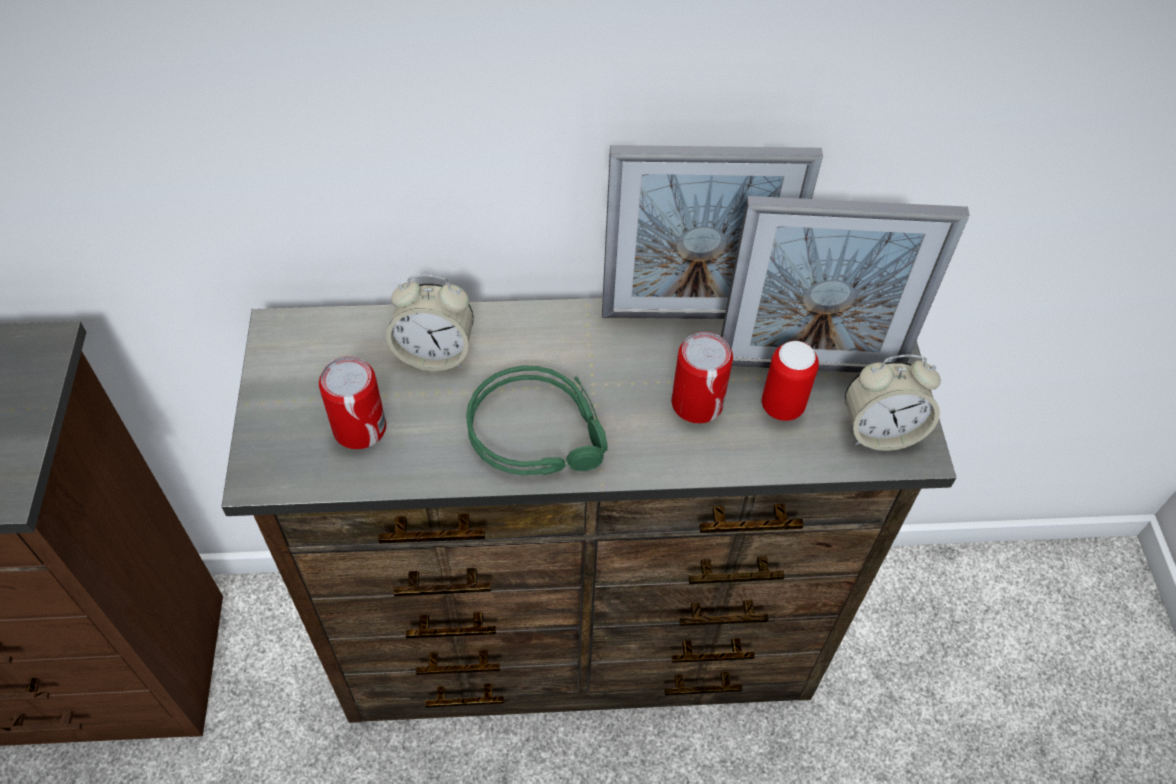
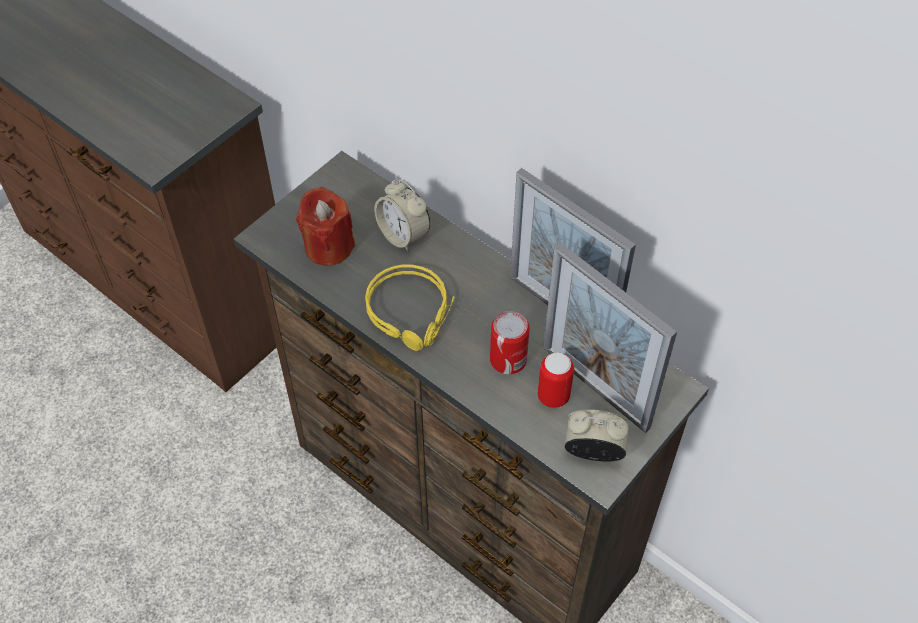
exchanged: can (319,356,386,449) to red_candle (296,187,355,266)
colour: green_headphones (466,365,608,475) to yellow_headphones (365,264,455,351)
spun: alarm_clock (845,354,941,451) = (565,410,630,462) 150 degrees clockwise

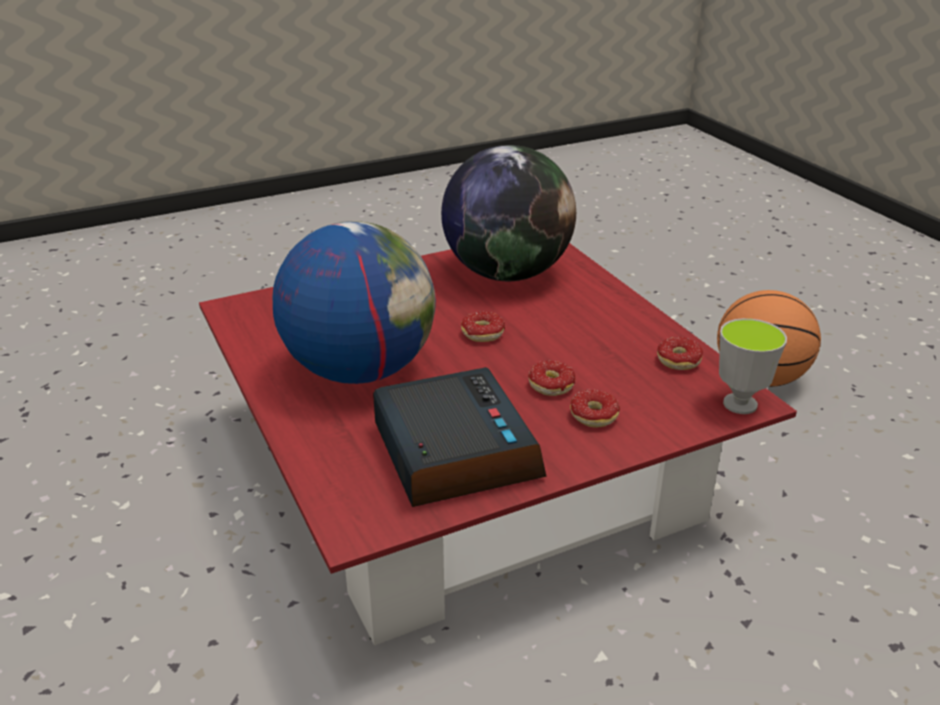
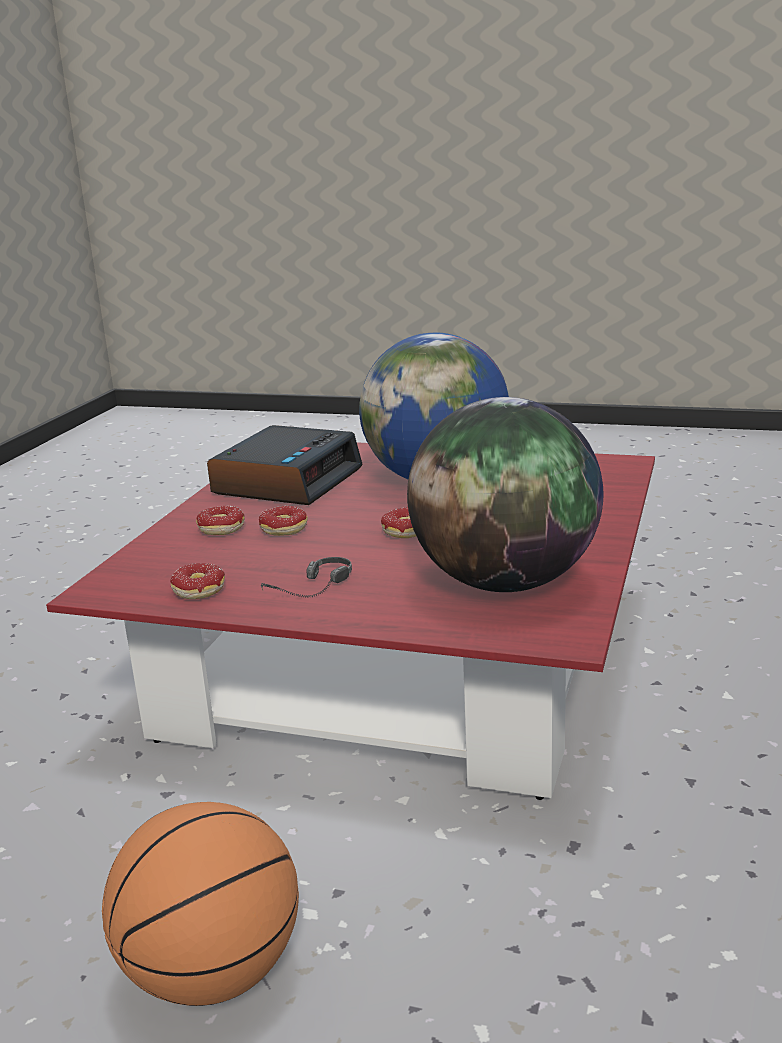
missing: cup (719,318,787,414)
appeared: headphones (261,557,352,598)
spun: alarm_clock (373,367,547,507) = (207,425,363,505) 90 degrees counterclockwise

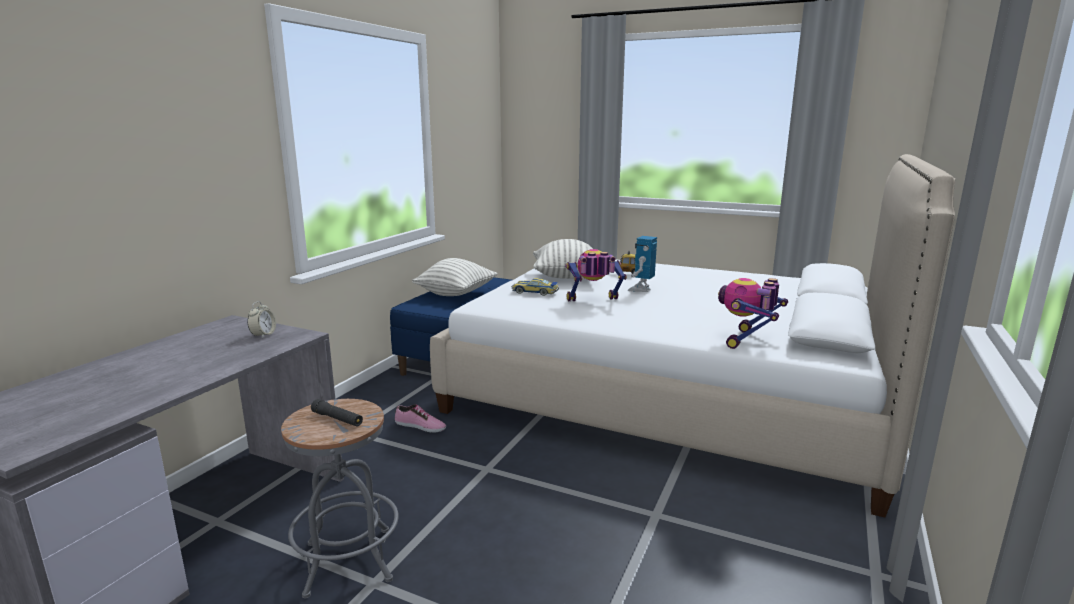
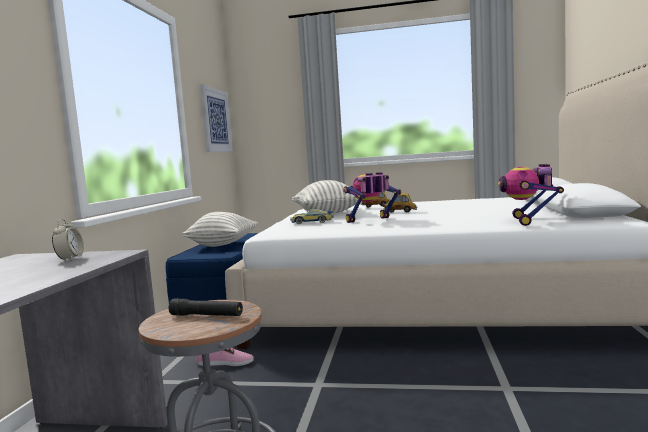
appeared: picture (200,84,233,152)
exchanged: toy_robot (628,236,657,292) to toy_car (384,193,417,212)

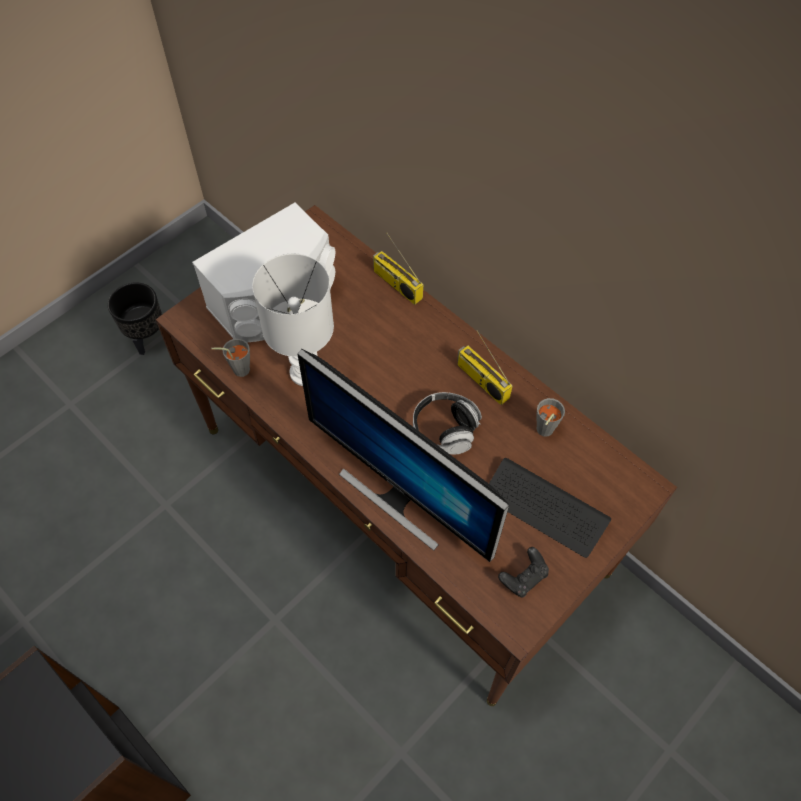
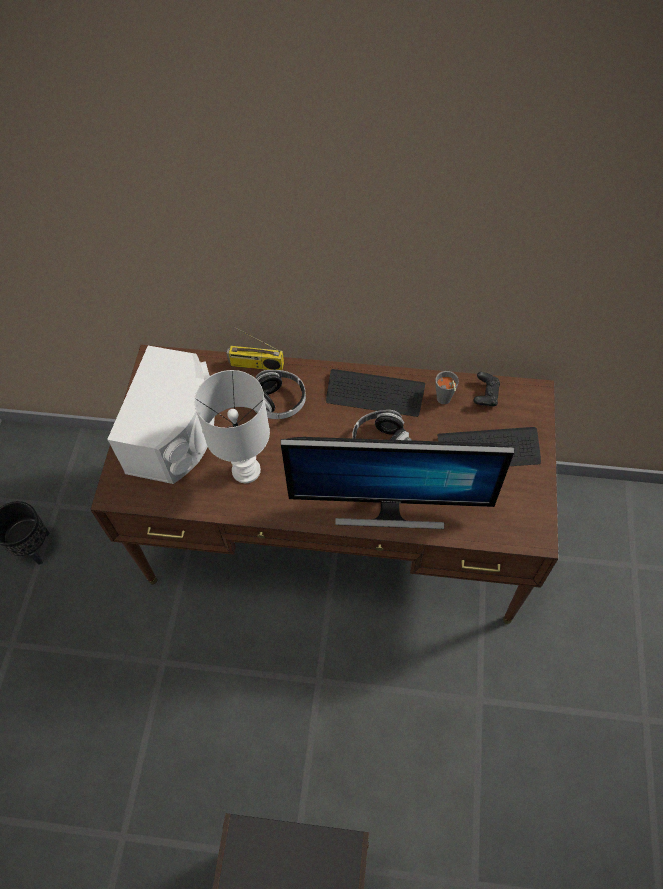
missing: grey_cup (211,339,250,377)
appeared: headphones (254,370,306,419)
relocated: black_game_controller (498,547,549,598) to (473,372,500,407)
exchanged: radio (457,330,513,405) to keyboard (326,369,425,417)

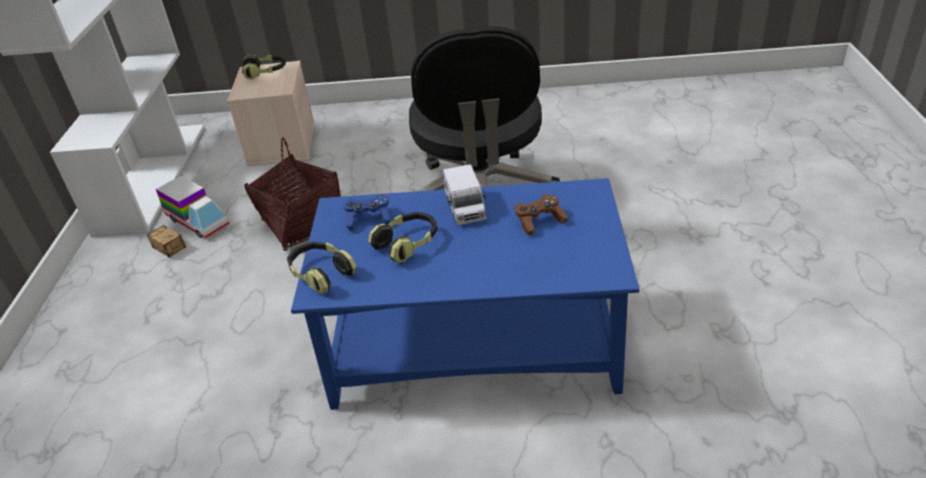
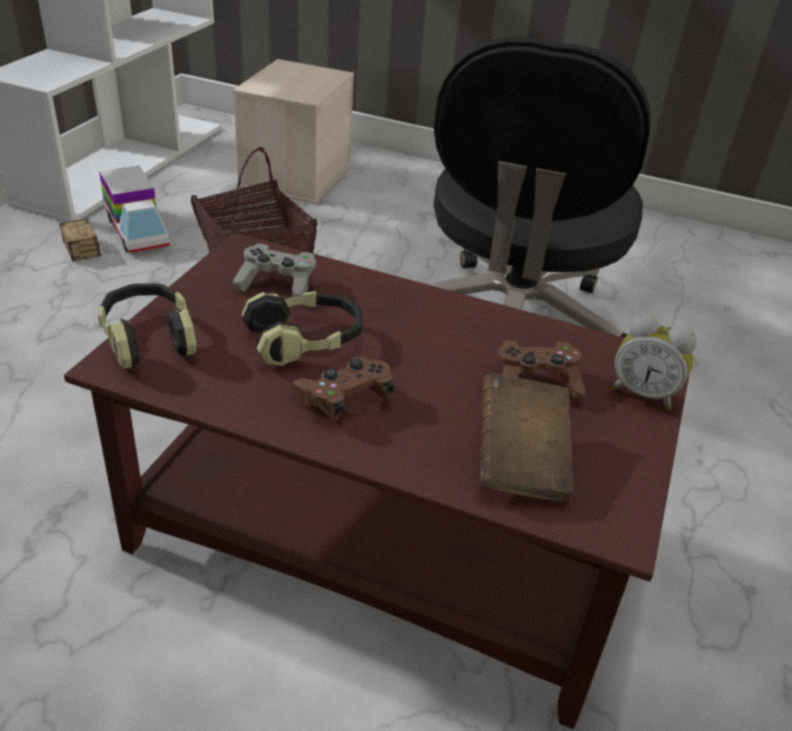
missing: headphones (242,54,286,80); toy_truck (443,164,487,225)
appeared: brown_game_controller (291,356,394,421); brown_book (480,373,574,501); alarm_clock (611,314,697,410)
colour: blue_coffee_table (291,178,640,410) to brown_coffee_table (64,232,689,729); blue_game_controller (343,194,391,231) to grey_game_controller (233,244,316,297)

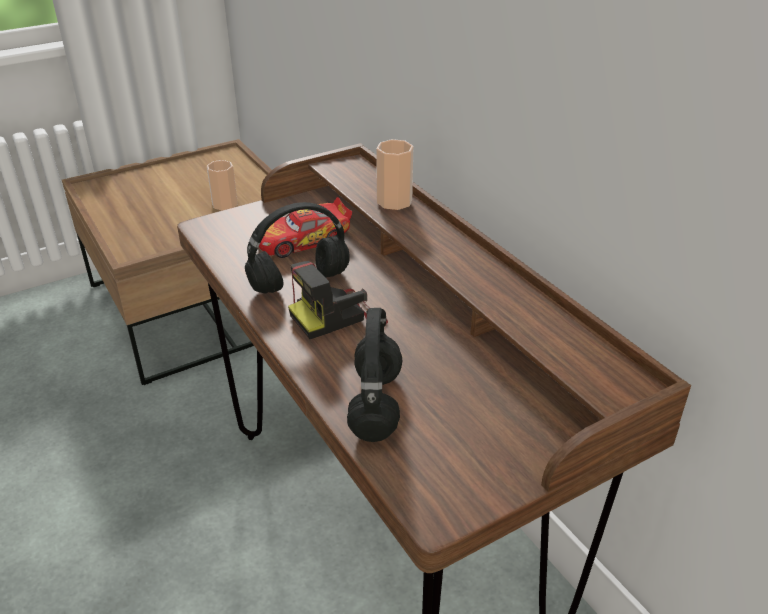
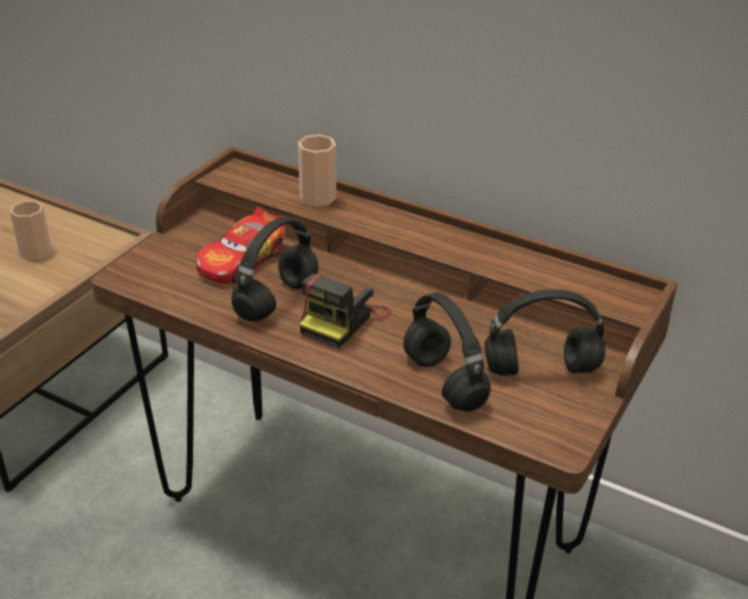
appeared: black_headphones (485,289,605,376)

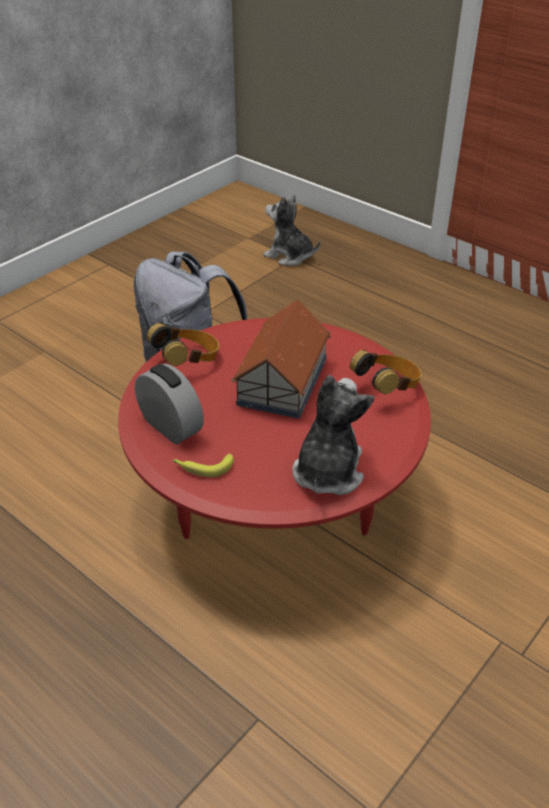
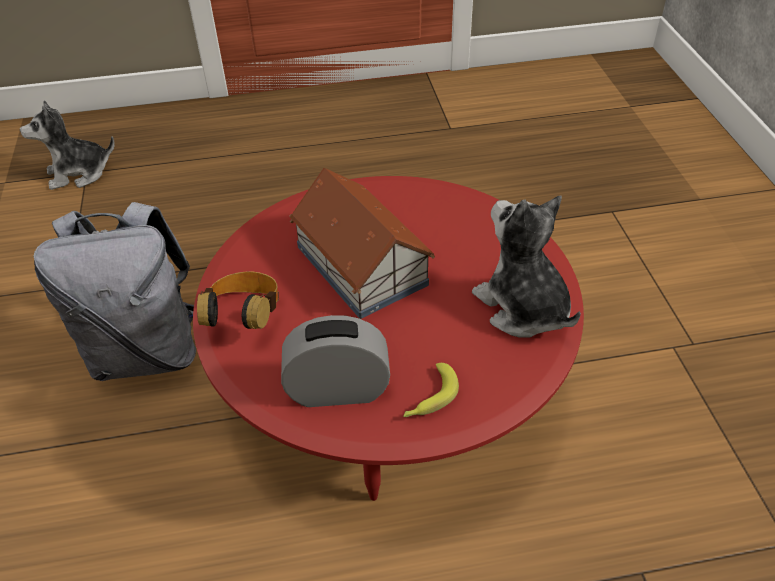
missing: headphones (350,350,422,394)

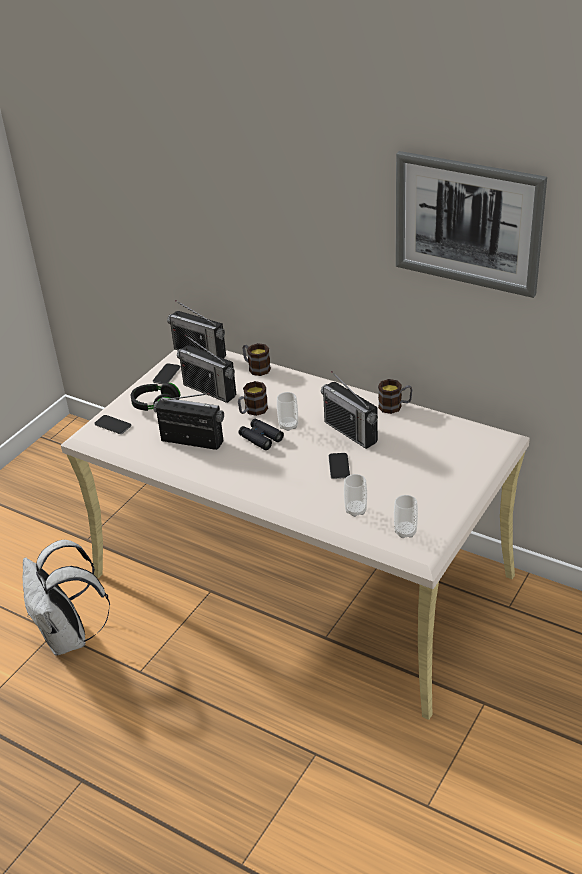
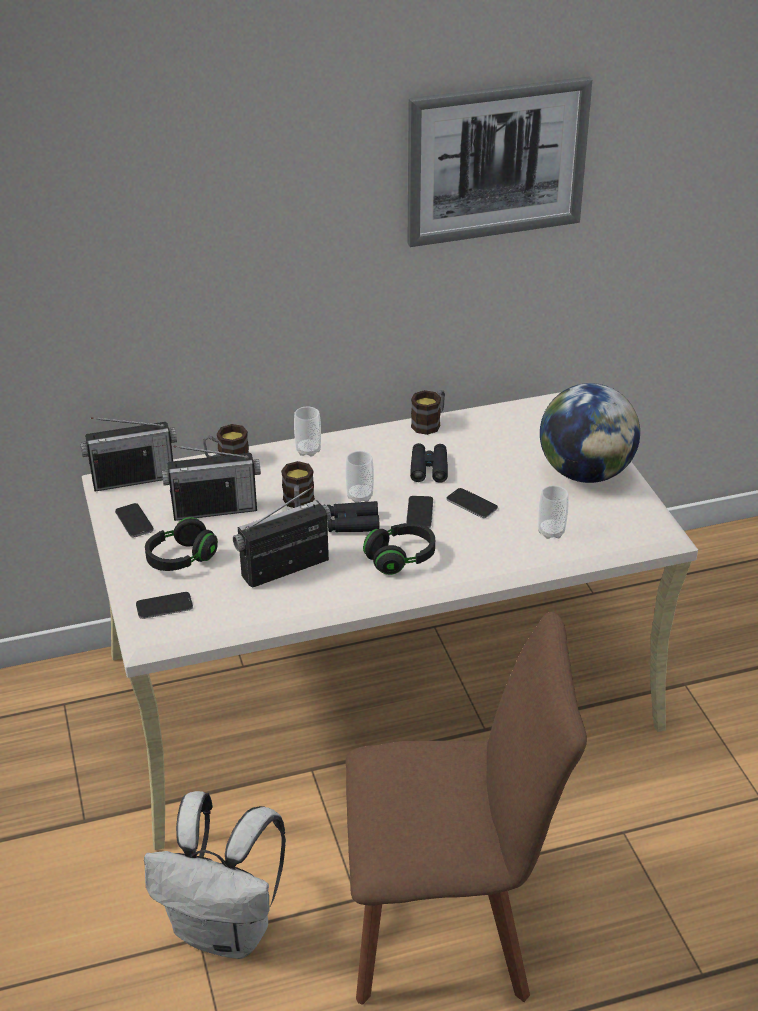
appeared: brown_chair (346,612,587,1005); black_headphones (363,523,435,575); phone (406,496,433,528); globe (540,383,640,483)
relocated: cup (394,495,418,538) to (294,406,321,457)
exchanged: radio (321,371,378,449) to black_binoculars (410,443,448,483)

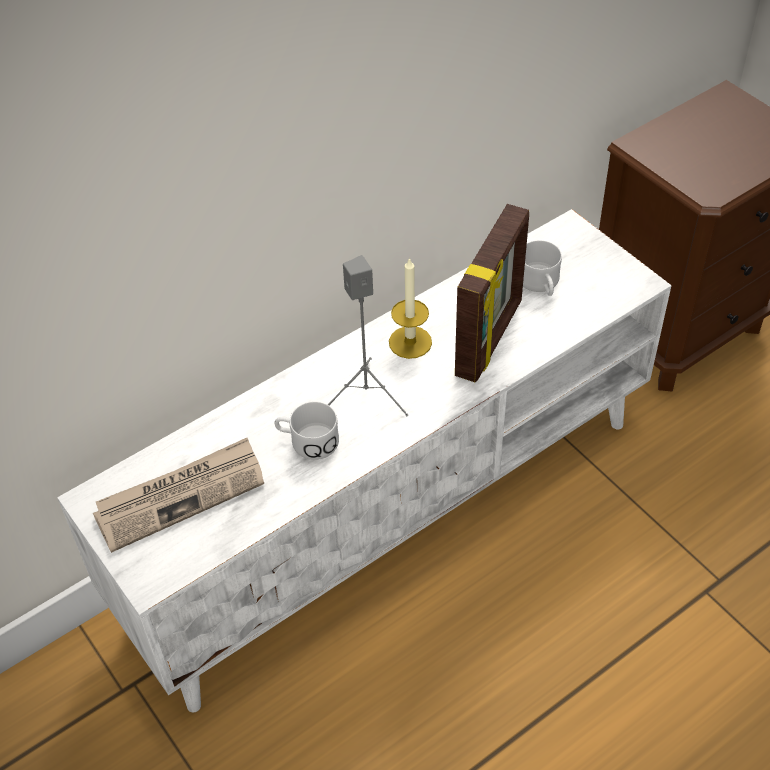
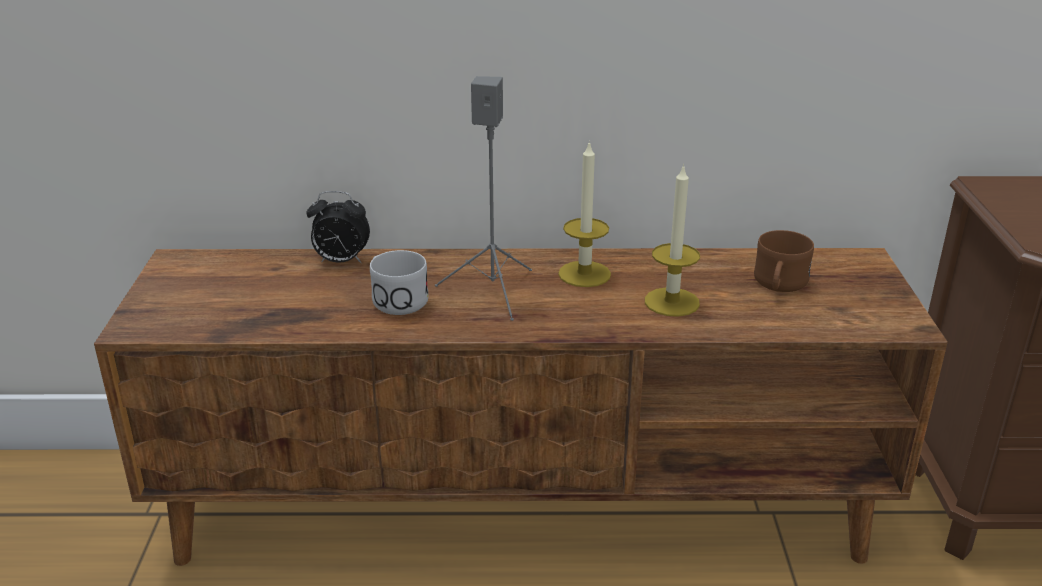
missing: newspaper (93,438,264,553)
appeared: alarm_clock (306,191,370,263)
exchanged: picture_frame (455,204,529,383) to candle (645,163,700,317)
colour: white_tv_stand (57,209,672,712) to brown_tv_stand (94,248,948,566); white_mug (523,240,562,296) to brown_mug (754,230,814,292)

